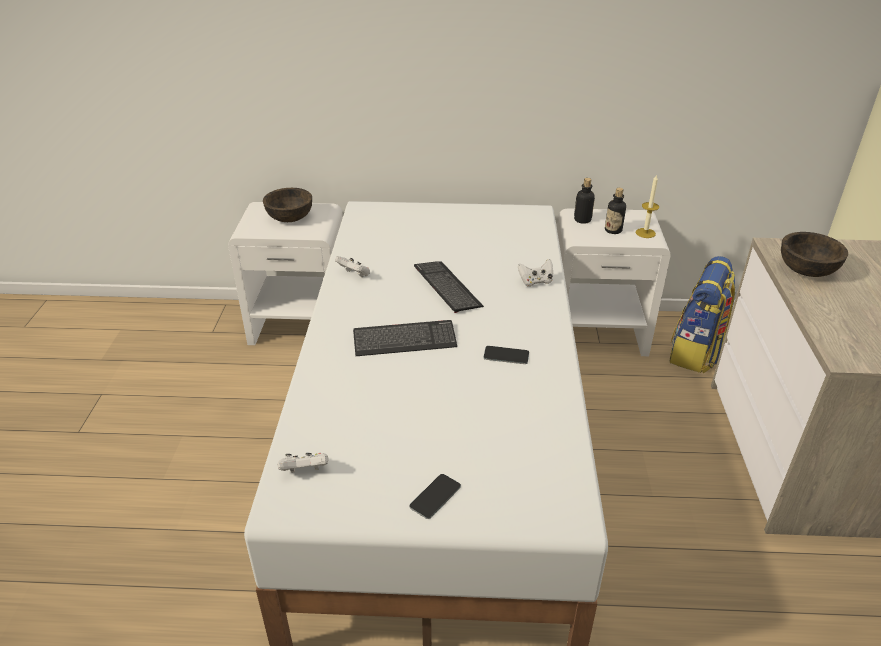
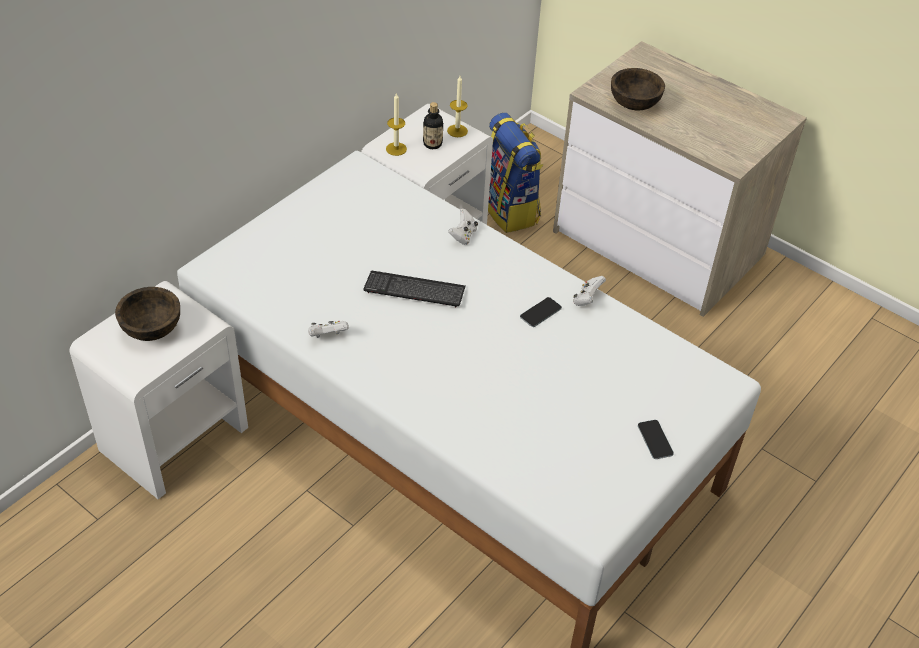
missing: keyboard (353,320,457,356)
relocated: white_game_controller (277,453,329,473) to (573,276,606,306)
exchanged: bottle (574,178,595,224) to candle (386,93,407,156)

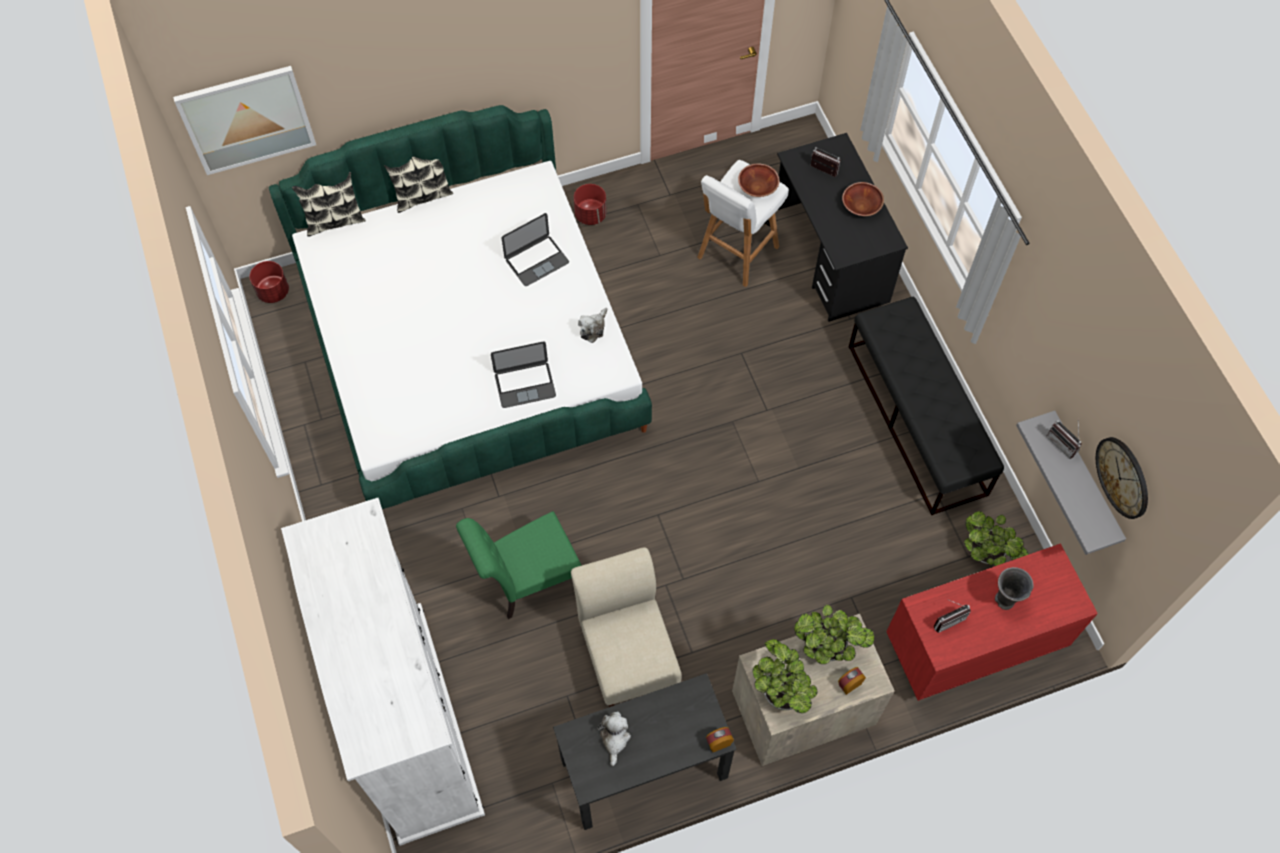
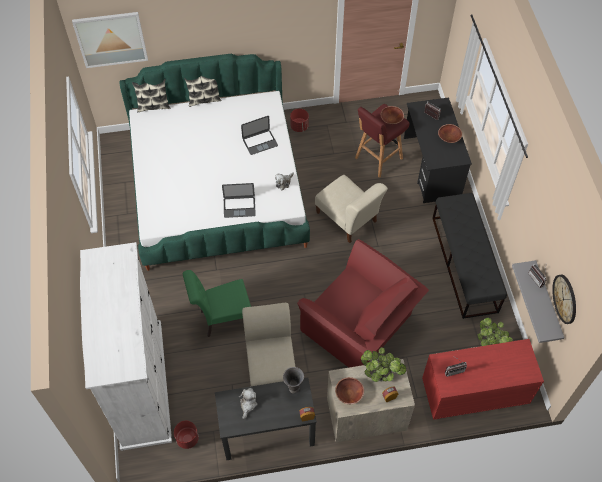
appeared: red_armchair (297,239,429,367); beige_chair (315,175,388,243)
relocated: red_planter (250,261,289,303) to (174,421,199,449); grey_vase (995,567,1034,610) to (283,367,304,393)
exchanged: potted_plant (752,639,818,713) to brown_bowl (335,377,364,404)
colour: white_stool (697,160,789,287) to red_stool (355,104,409,178)

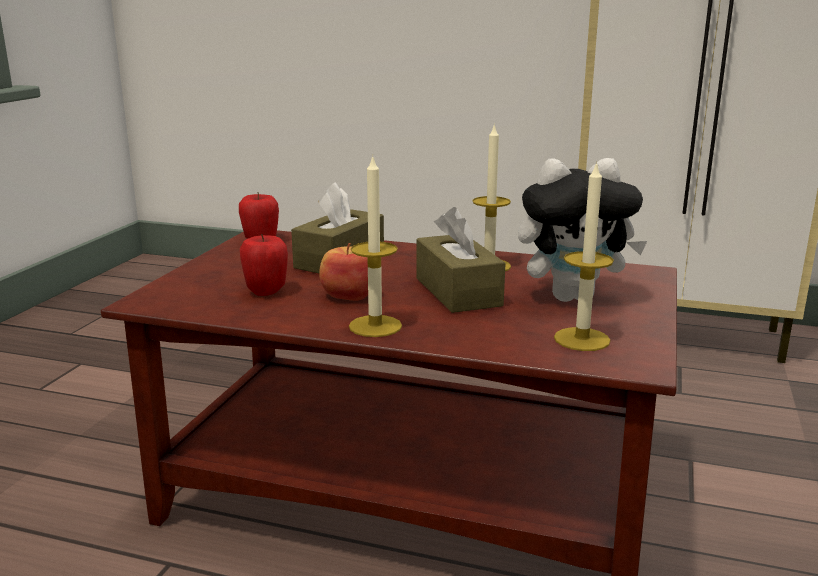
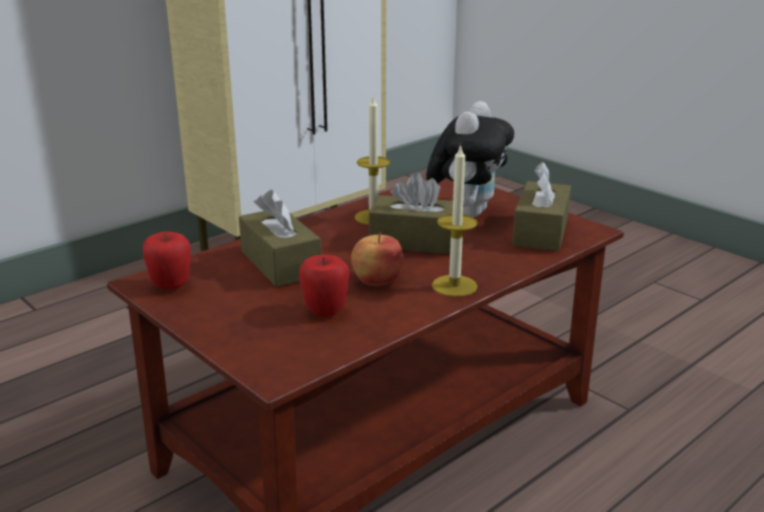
exchanged: candle (554,161,614,351) to brown_tissue_box (512,162,571,251)

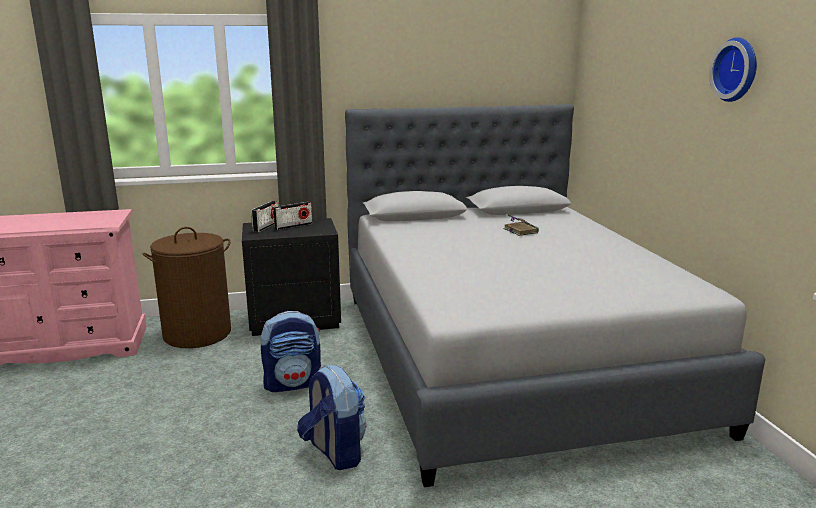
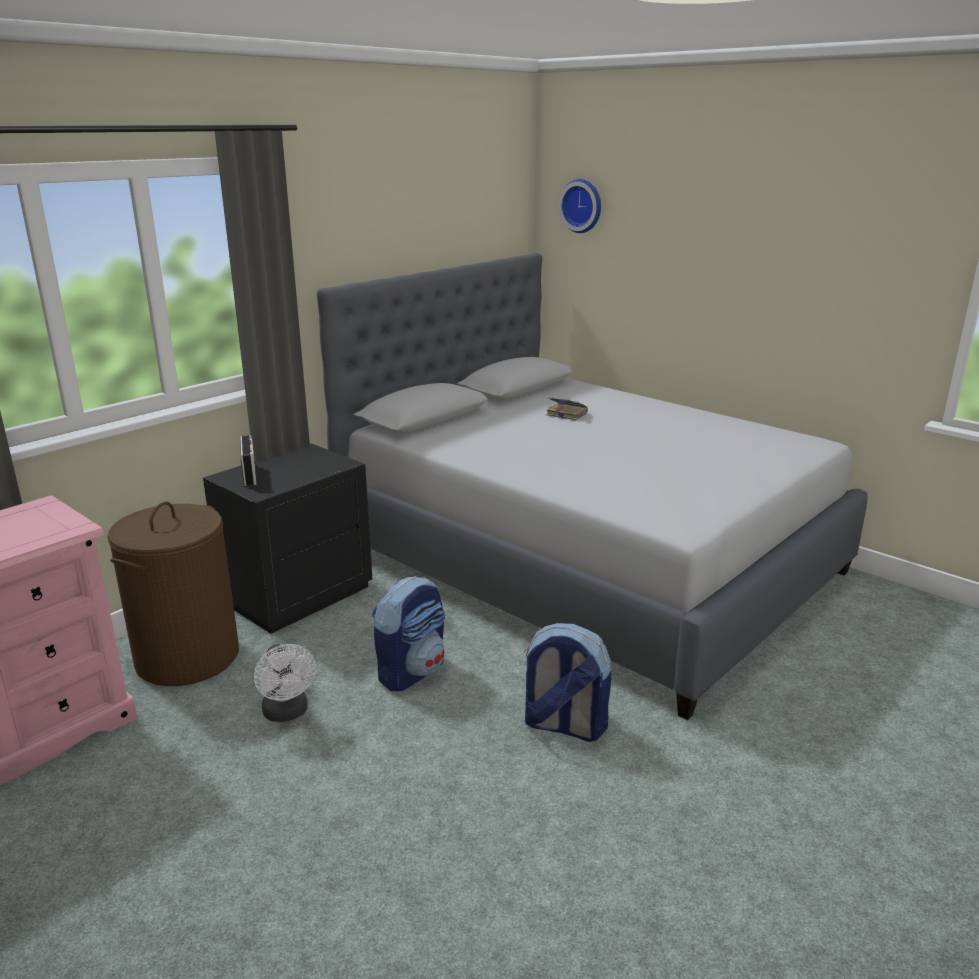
missing: radio (273,202,312,230)
appeared: white_fan (254,644,316,722)
relocated: wall_clock (709,37,757,102) to (559,179,601,233)

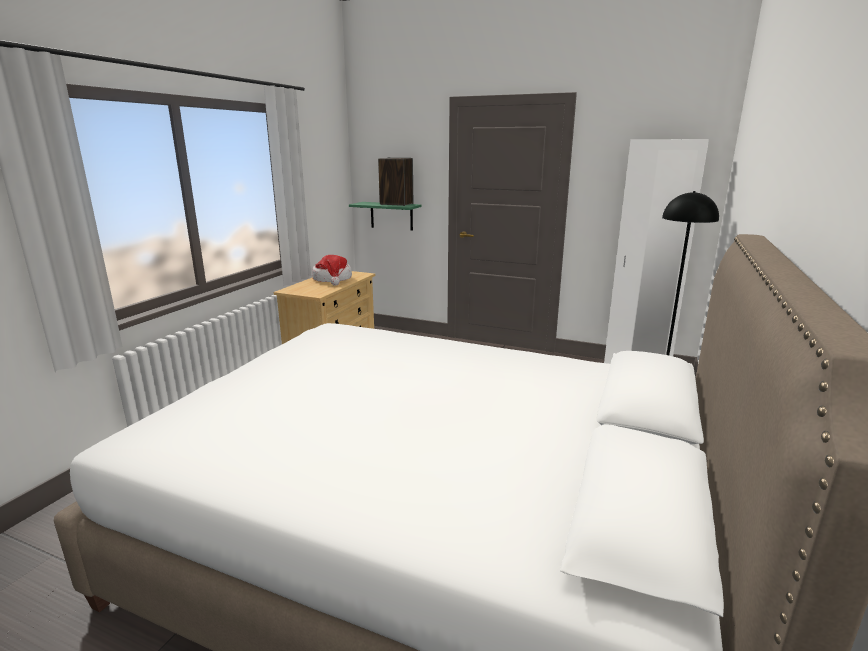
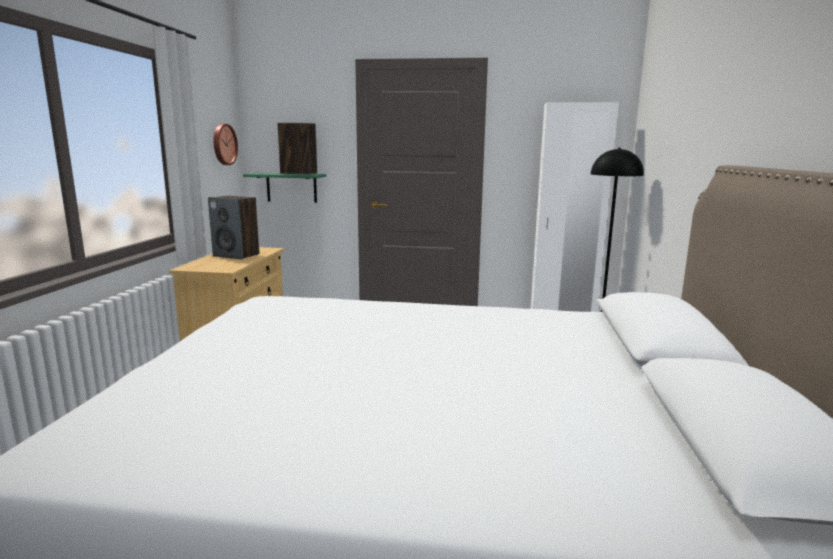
appeared: wall_clock (214,124,238,165)
exchanged: hat (312,255,352,286) to speaker (208,196,260,259)

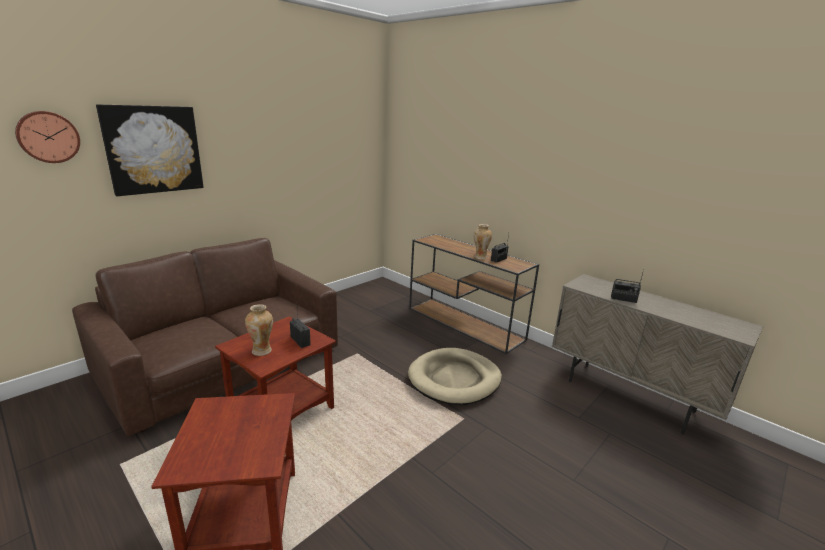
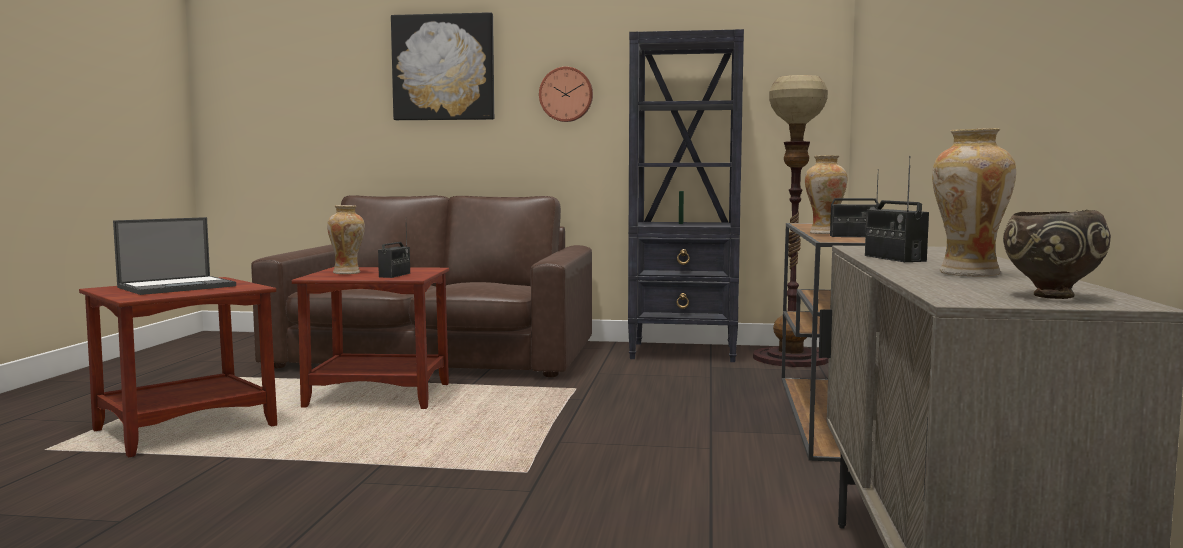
missing: beige_dog_bed (408,348,502,405)
appeared: laptop (113,217,236,295); black_bookcase (628,29,744,362); floor_lamp (753,75,829,367); vase (932,128,1016,277); brown_bowl (1003,210,1111,299)
relocated: wall_clock (15,111,80,163) to (539,67,593,122)

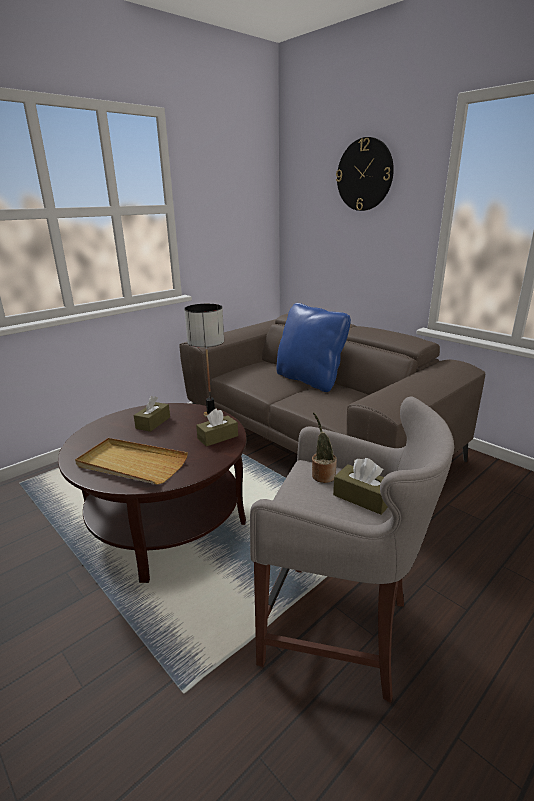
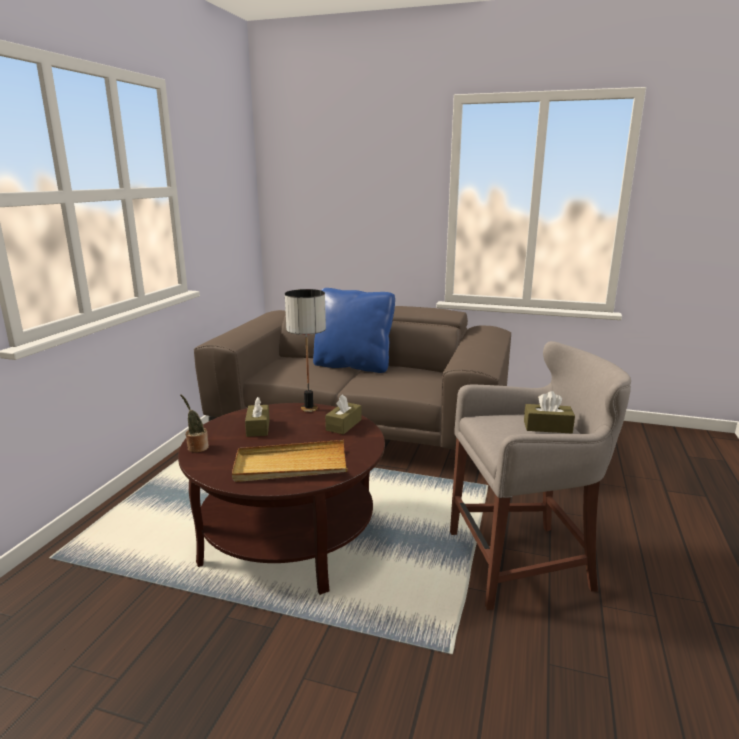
missing: wall_clock (336,137,394,211)
relocated: potted_plant (312,412,337,483) to (180,394,209,453)

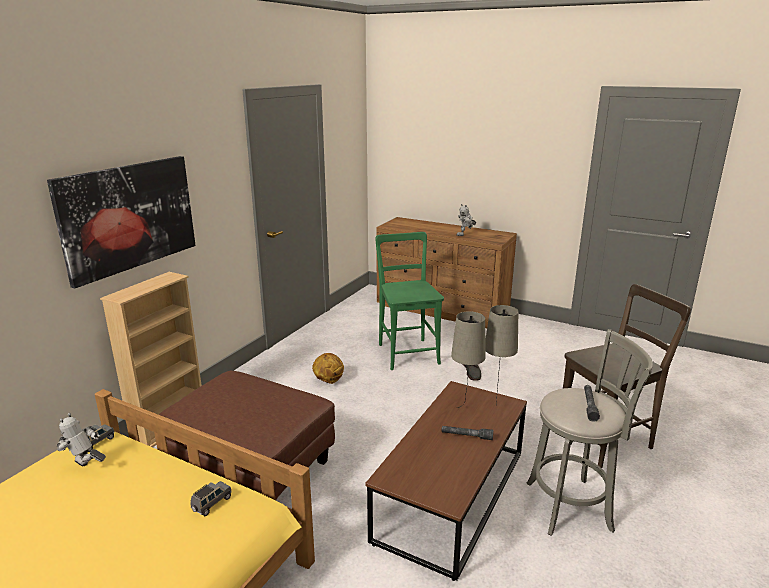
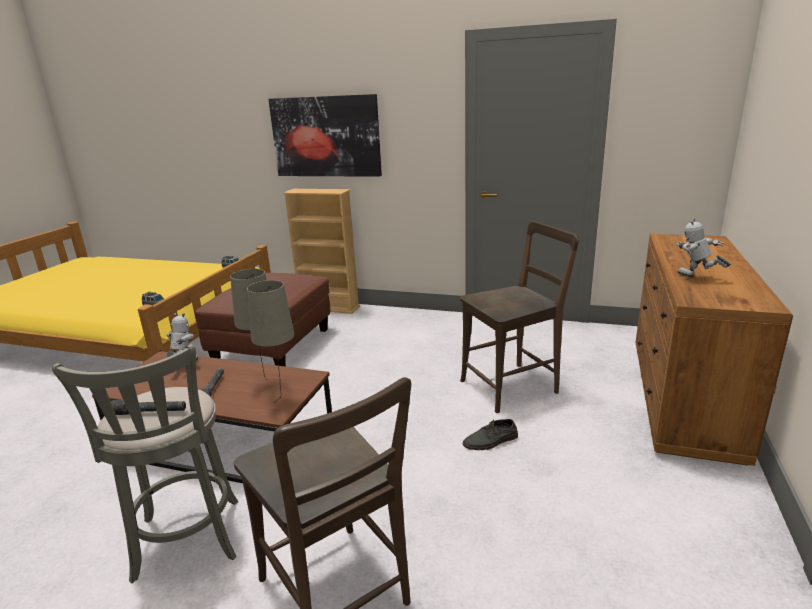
missing: basketball (312,353,344,384)
relocated: toy_robot (57,413,106,466) to (166,313,199,361)
colour: green_chair (375,232,444,370) to brown_chair (460,221,579,413)

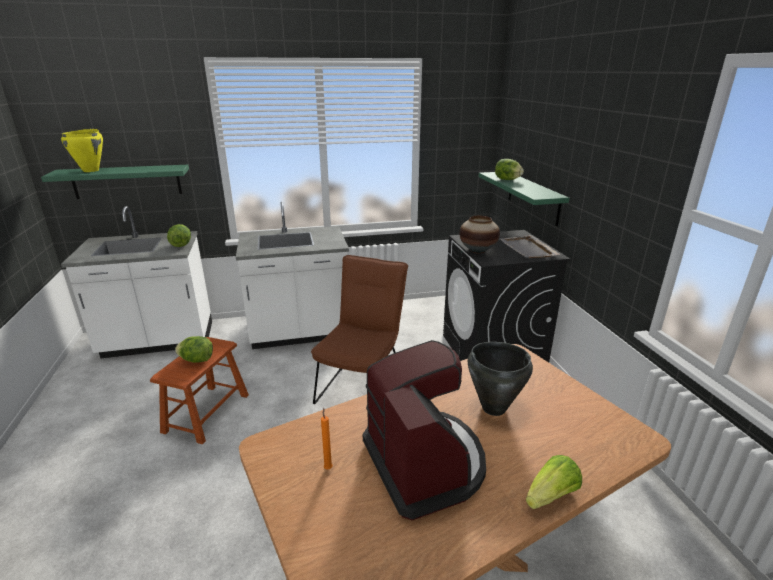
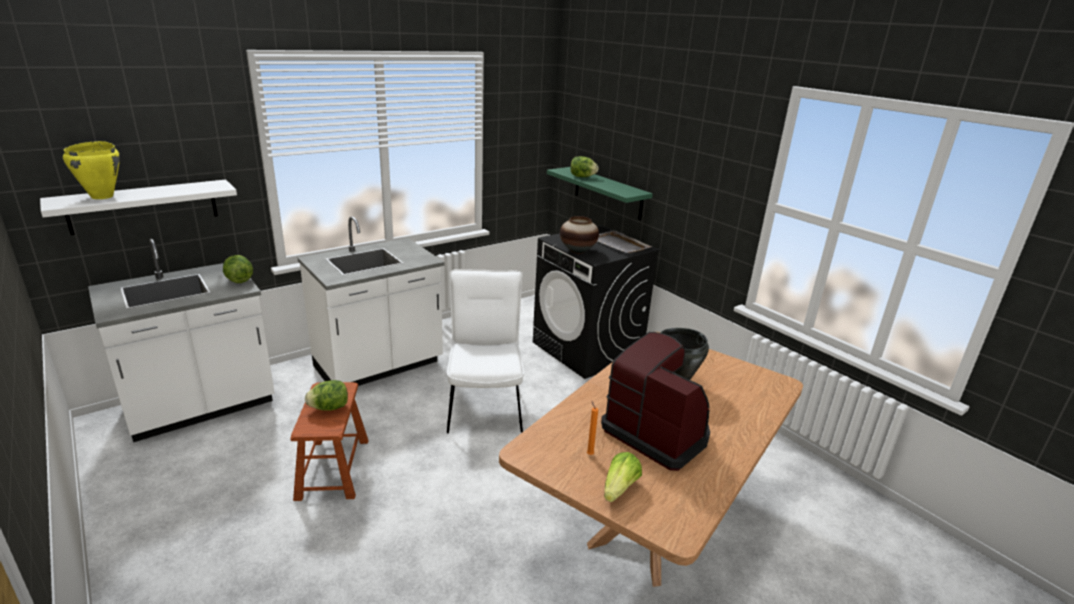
relocated: lettuce (526,455,582,509) to (604,452,642,502)
colour: green_shelf (41,165,189,199) to white_shelf (40,180,237,235); brown_chair (311,255,408,404) to white_chair (447,269,524,433)

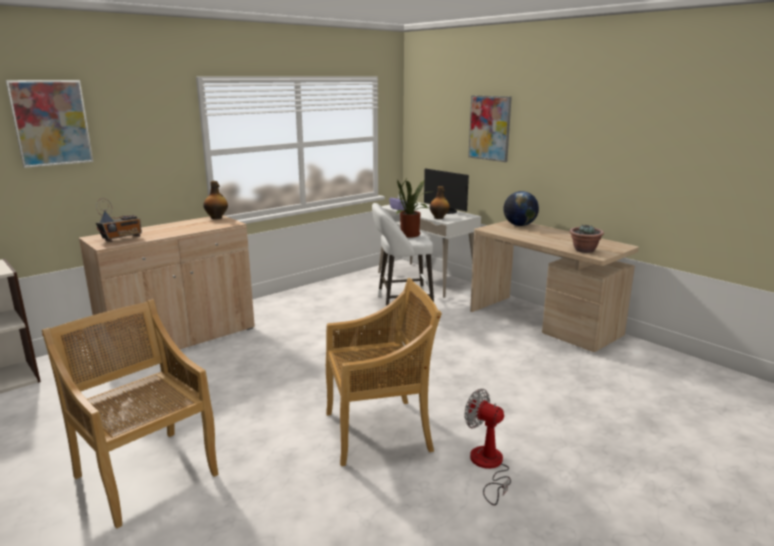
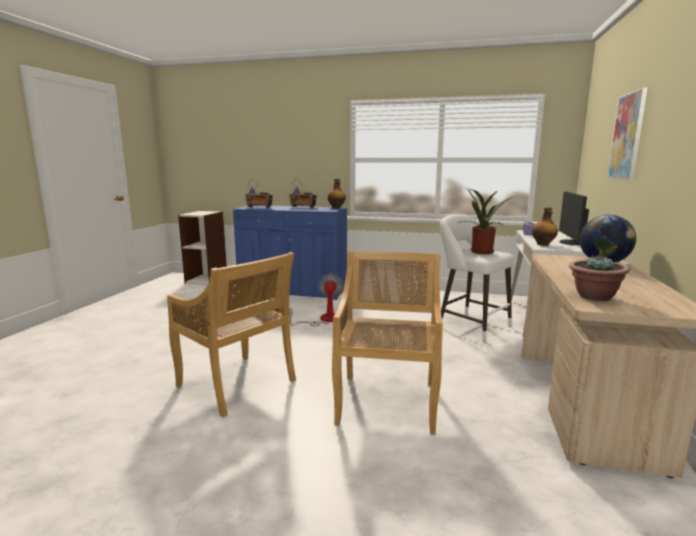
missing: picture (6,80,93,168)
appeared: radio (289,178,317,208)
relocated: fan (465,389,511,505) to (289,274,343,326); beige_chair (42,299,219,529) to (332,251,443,435)
colour: beige_cabinet (79,215,255,361) to blue_cabinet (233,205,347,300)

